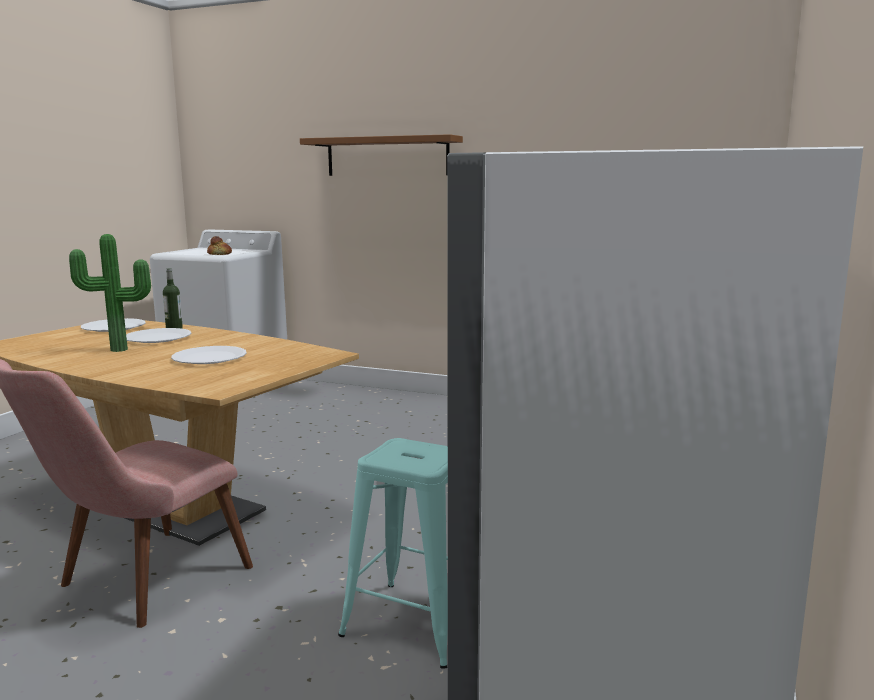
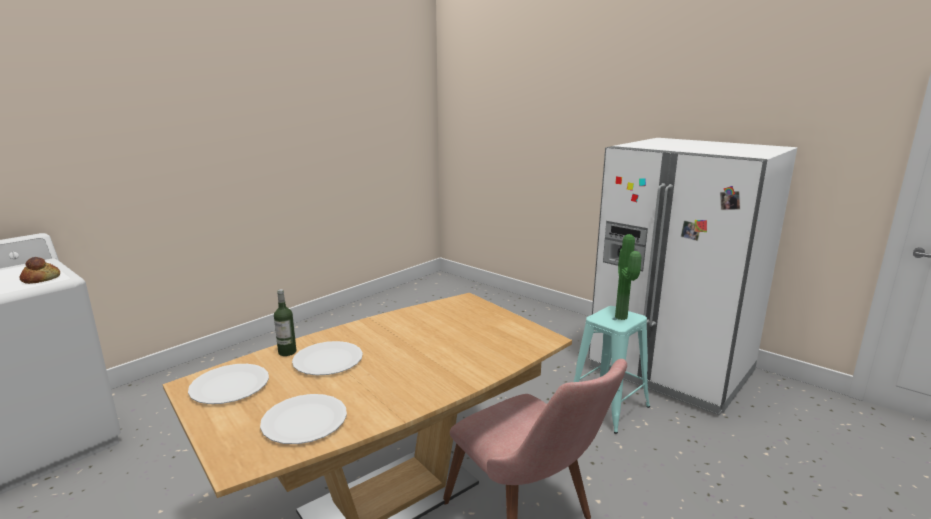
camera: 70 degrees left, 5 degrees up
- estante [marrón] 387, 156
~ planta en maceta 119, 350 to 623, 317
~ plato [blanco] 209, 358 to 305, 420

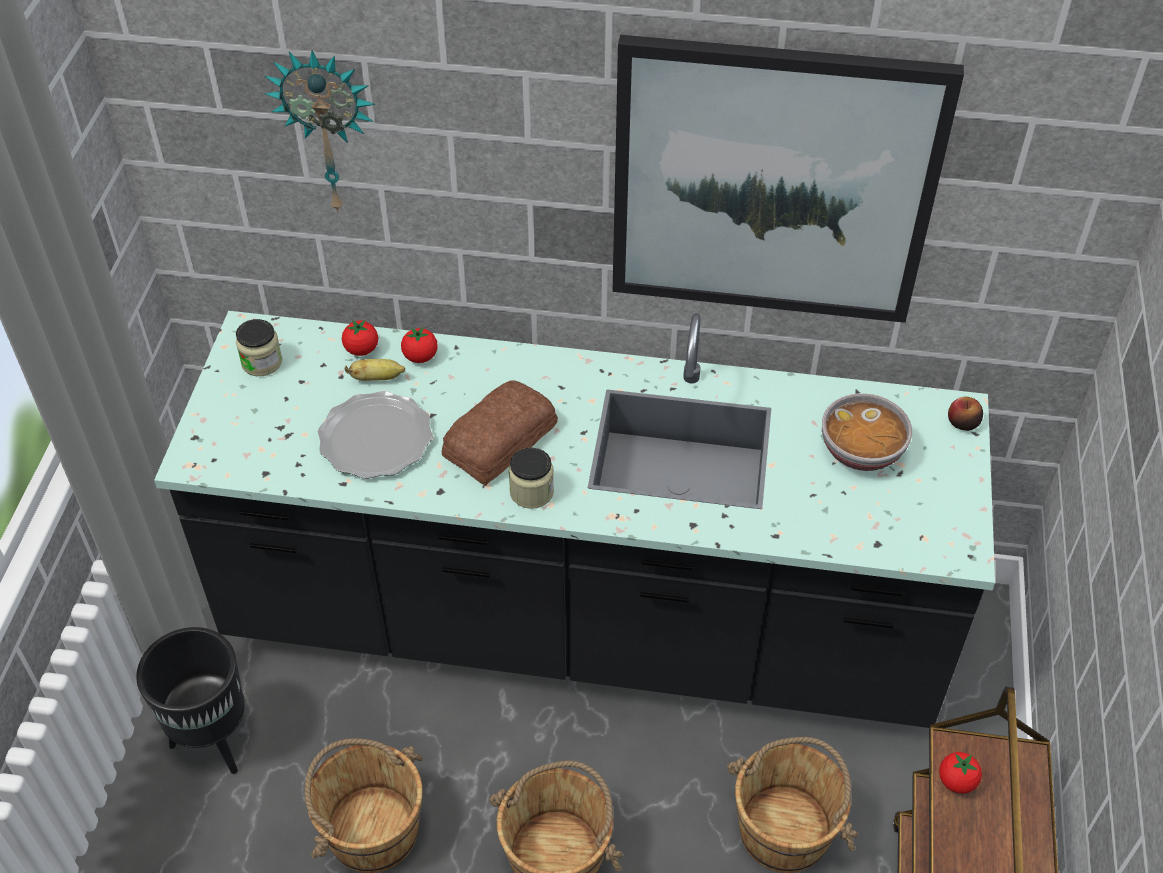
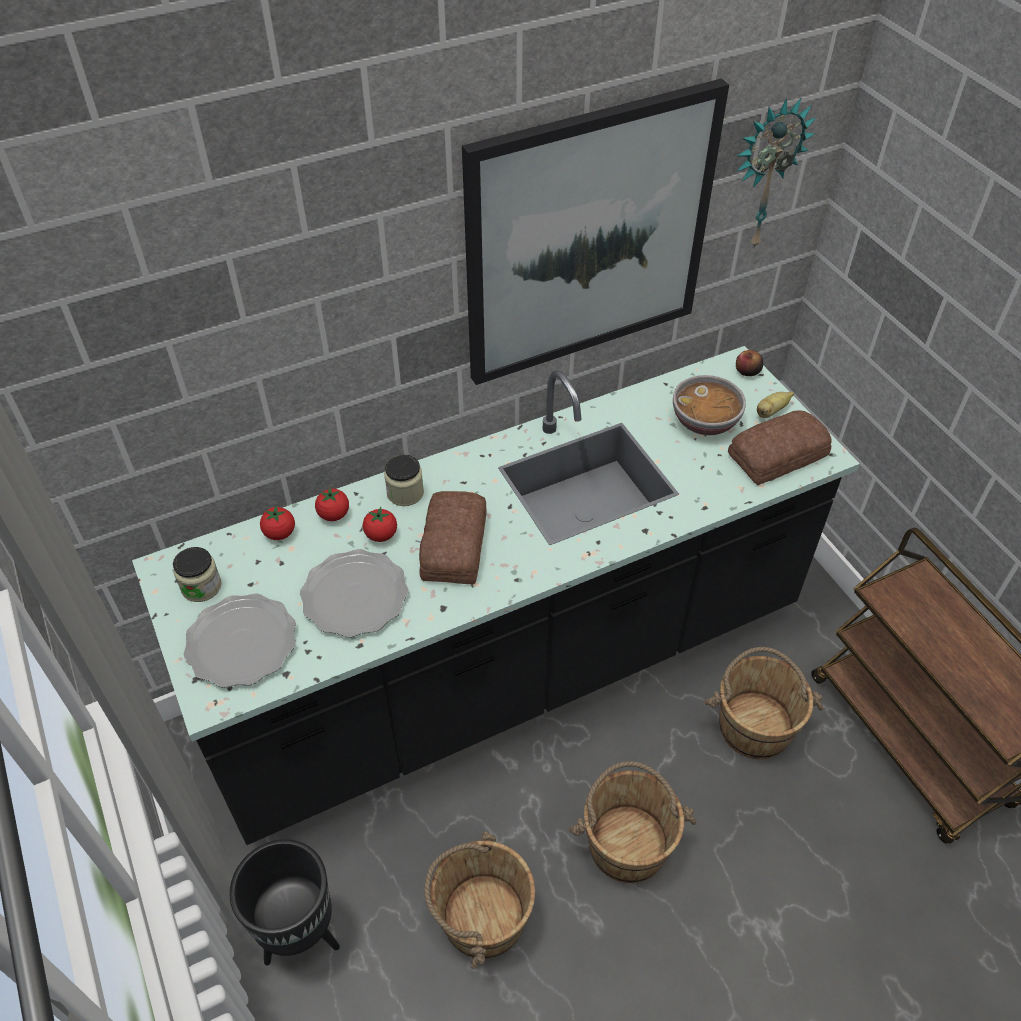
camera: 35 degrees left, 0 degrees up
~ reloj de pared 327, 130 to 764, 175
~ plátano 377, 378 to 771, 411
~ tarro 531, 492 to 405, 493
~ tomate 956, 781 to 381, 535
+ pan 780, 456
+ plato 242, 642

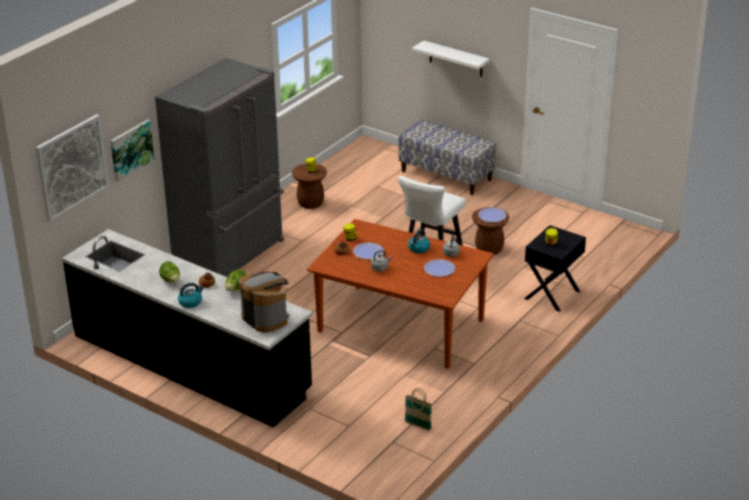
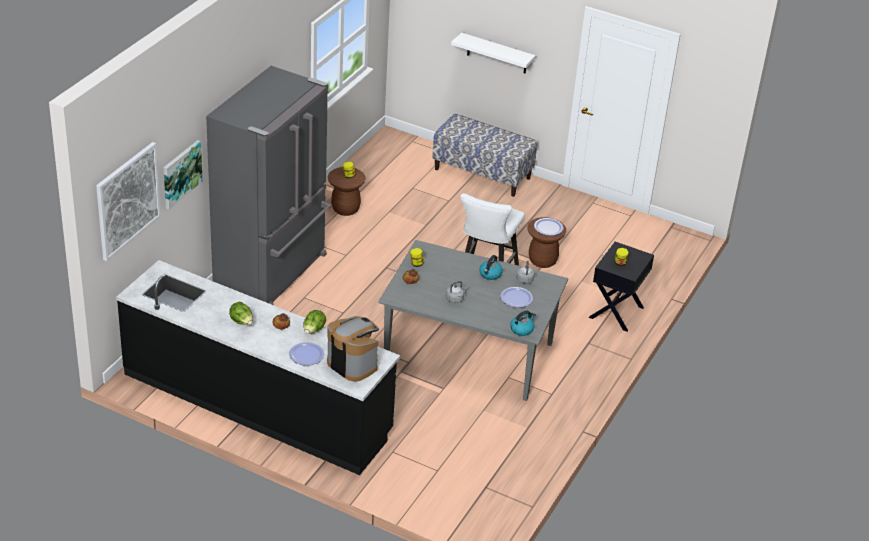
camera: 10 degrees left, 5 degrees up
~ mesa de comedor [marrón] 400, 326 to mesa de comedor [gris] 468, 353
~ plato 368, 252 to 306, 355
~ hervidor 190, 302 to 522, 329
- cesta 418, 425

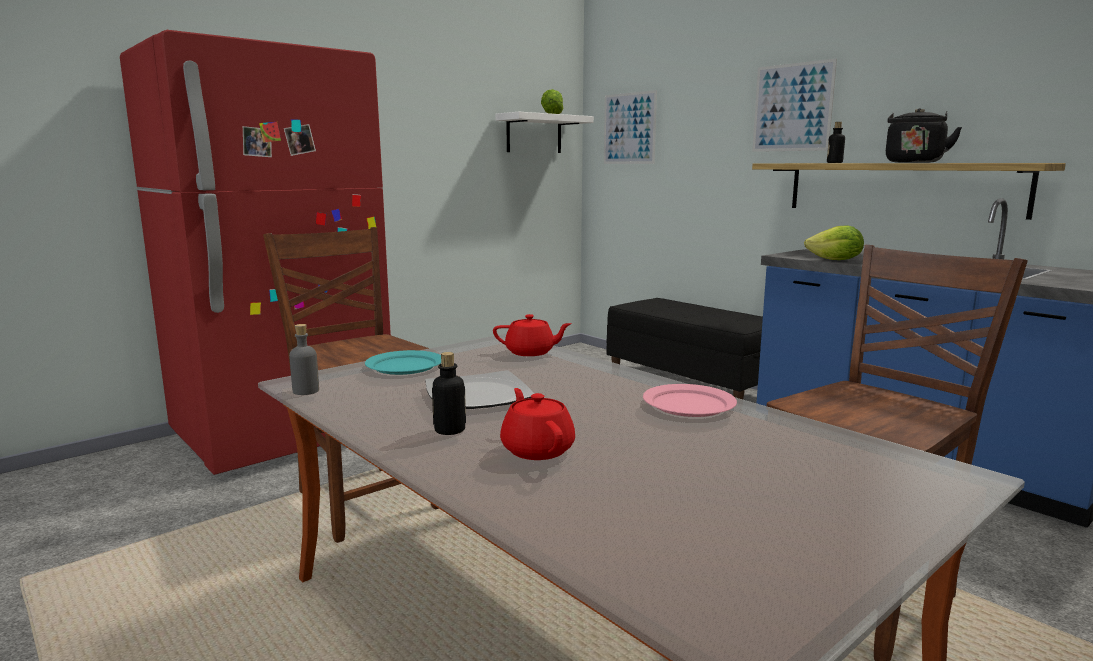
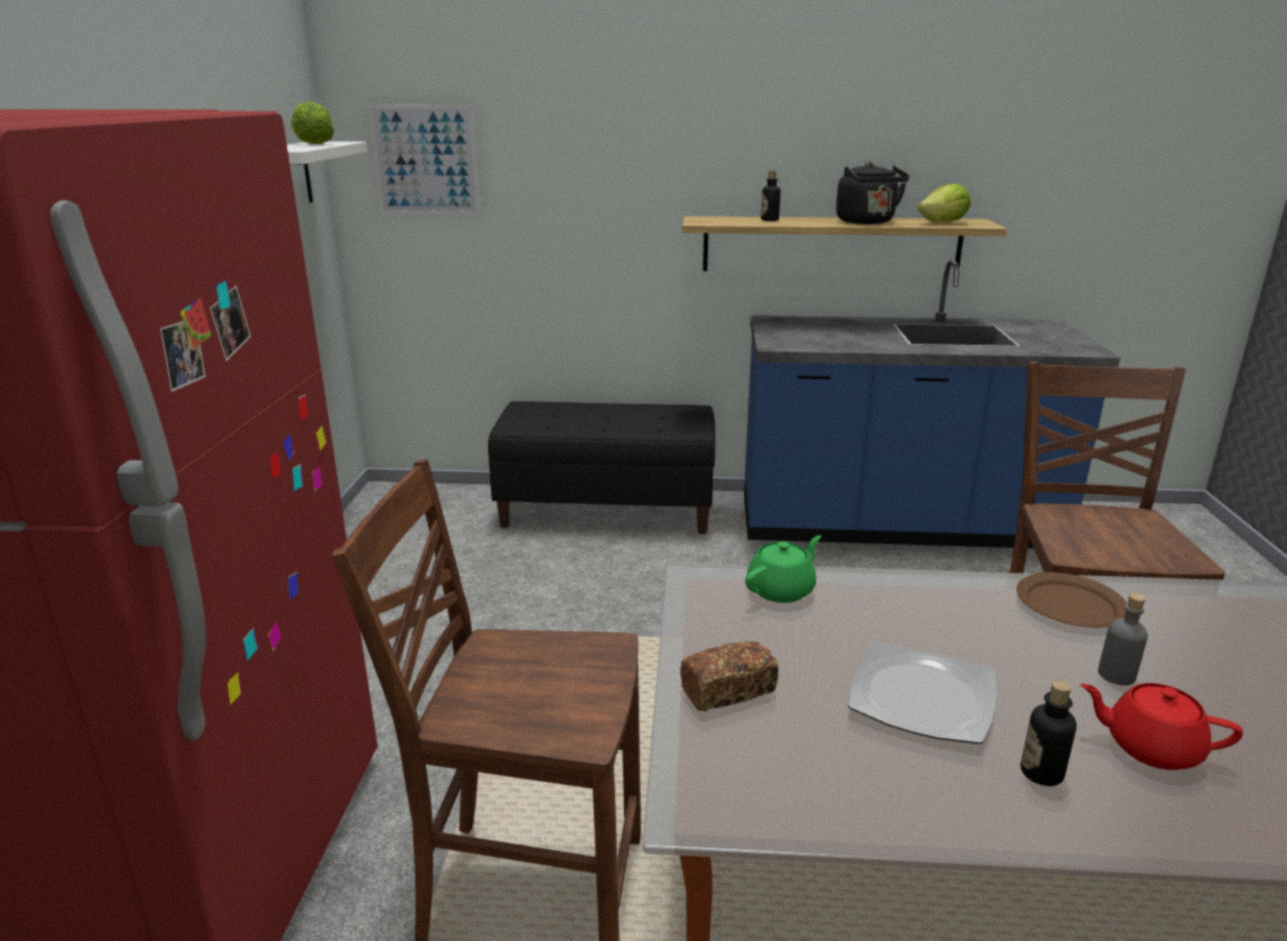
camera: 45 degrees left, 10 degrees up
- cuadro 792, 107
~ lechuga 835, 260 to 943, 223
~ tetera [rojo] 531, 352 to tetera [verde] 781, 590
~ botella [gris] 306, 391 to 1116, 675
~ plato [turquesa] 405, 366 to pan 728, 690
~ plato [rosa] 688, 404 to plato [marrón] 1070, 605

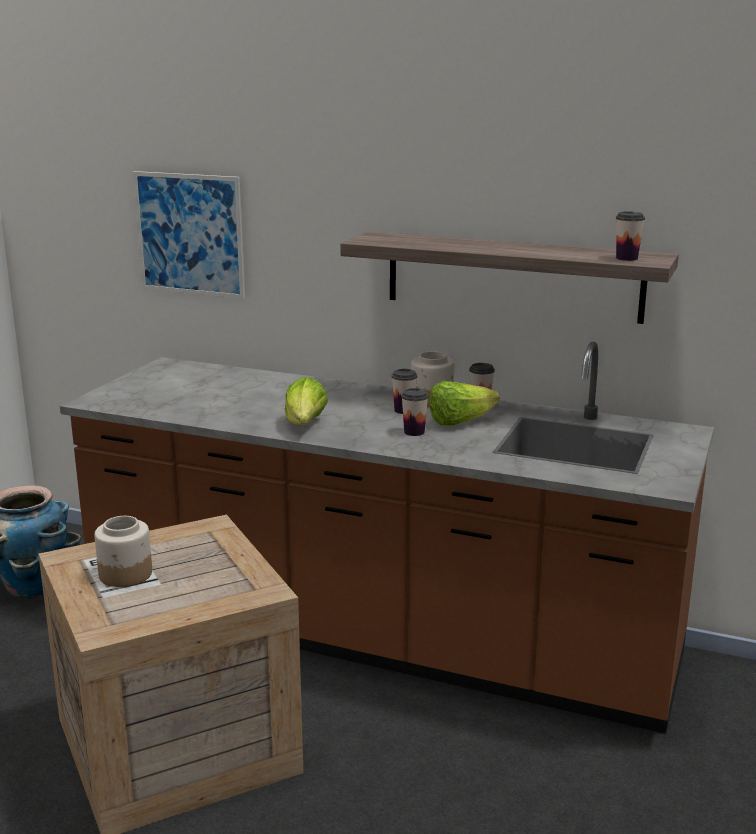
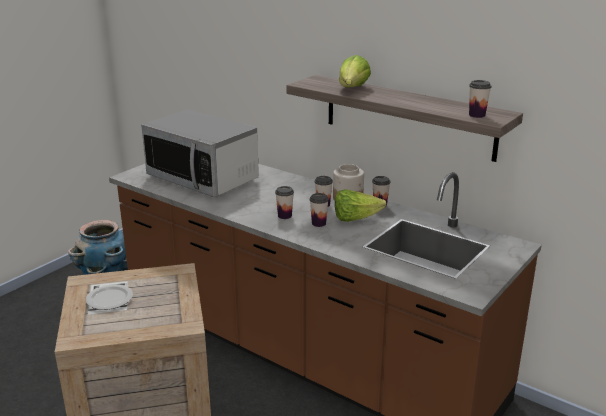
camera: 15 degrees right, 5 degrees up
- cuadro 189, 234
~ lechuga 305, 425 to 352, 89
~ tarro 126, 574 to plato 109, 299
+ microondas 203, 178
+ taza 284, 216

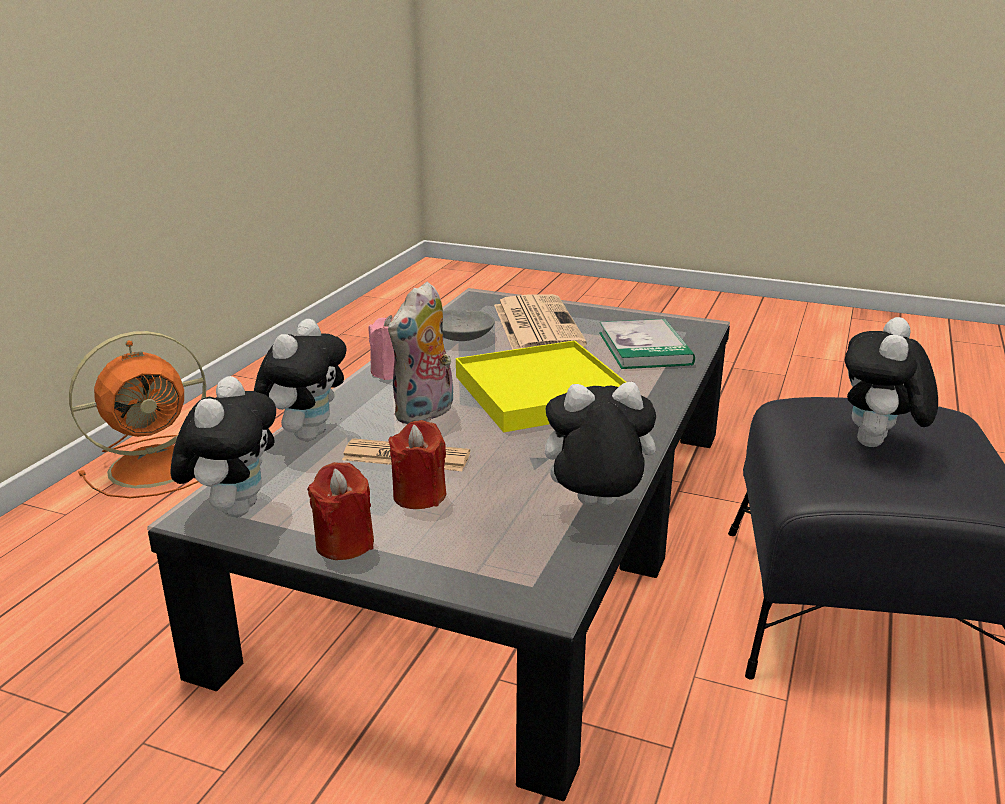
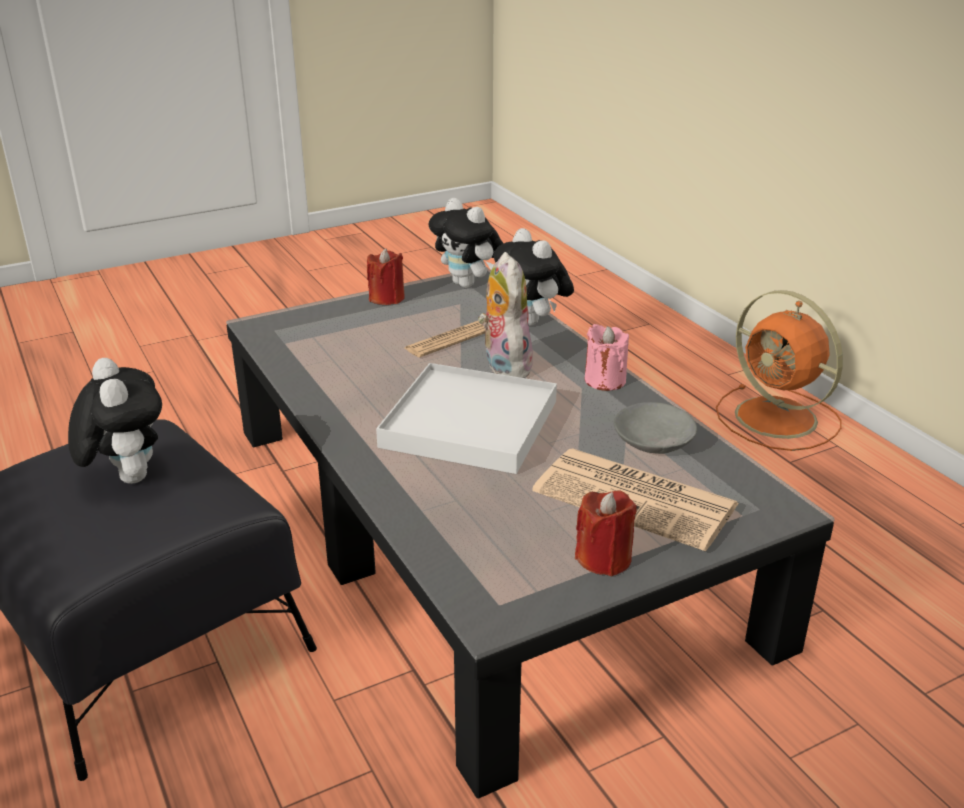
camera: 130 degrees right, 5 degrees up
- libro 644, 348
~ ventilador [naranja] 157, 466 = 779, 419 45 degrees counterclockwise
~ bandeja [amarillo] 542, 392 to bandeja [blanco] 469, 424
- peluche 594, 507
~ vela [rojo] 419, 495 to 604, 558

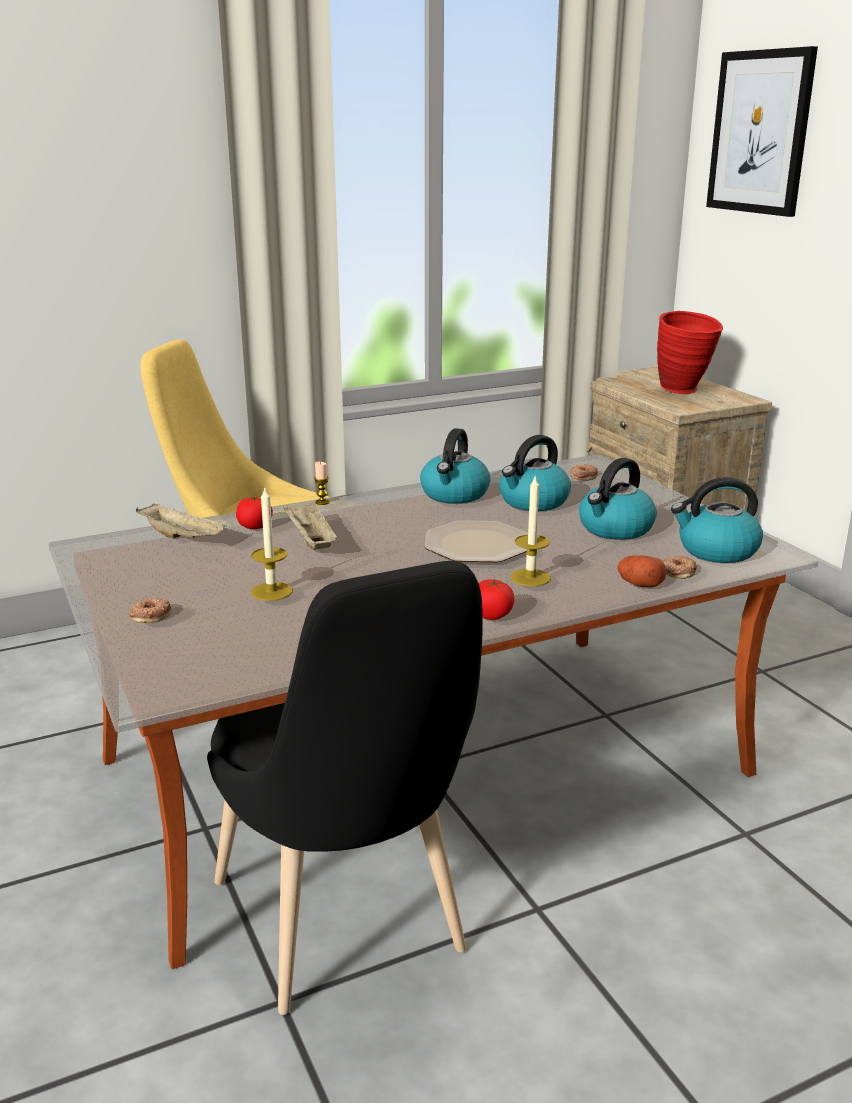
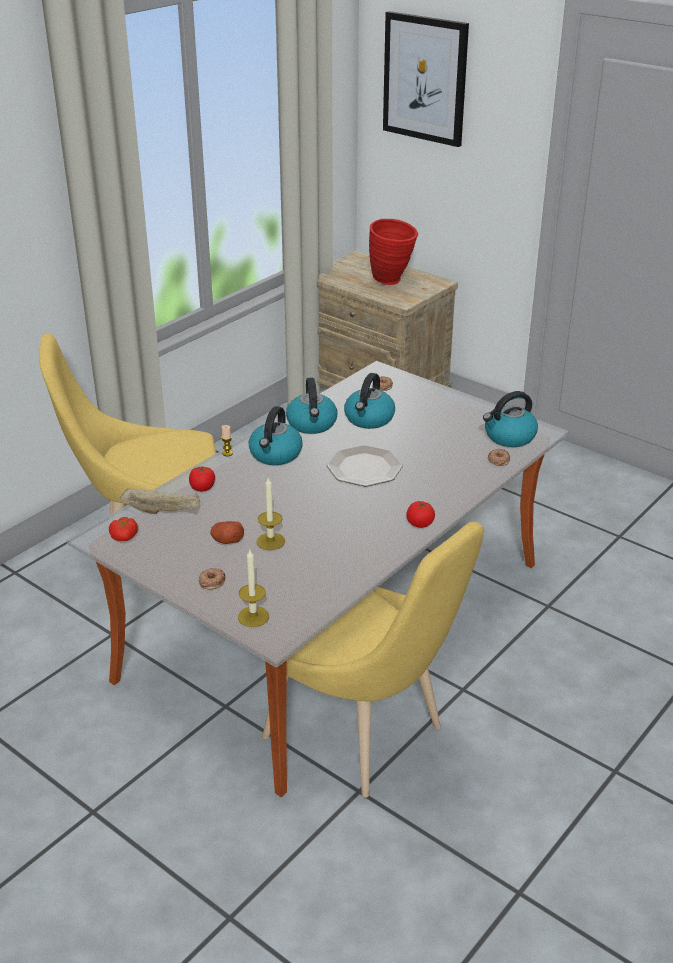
camera: 25 degrees left, 10 degrees up
~ hervidor 615, 529 to 275, 455
~ vela 530, 578 to 253, 616
- bandeja [beis] 311, 541
~ patata 639, 584 to 227, 540
~ silla [negro] 346, 927 to silla [amarillo] 364, 737
+ tomate 124, 537

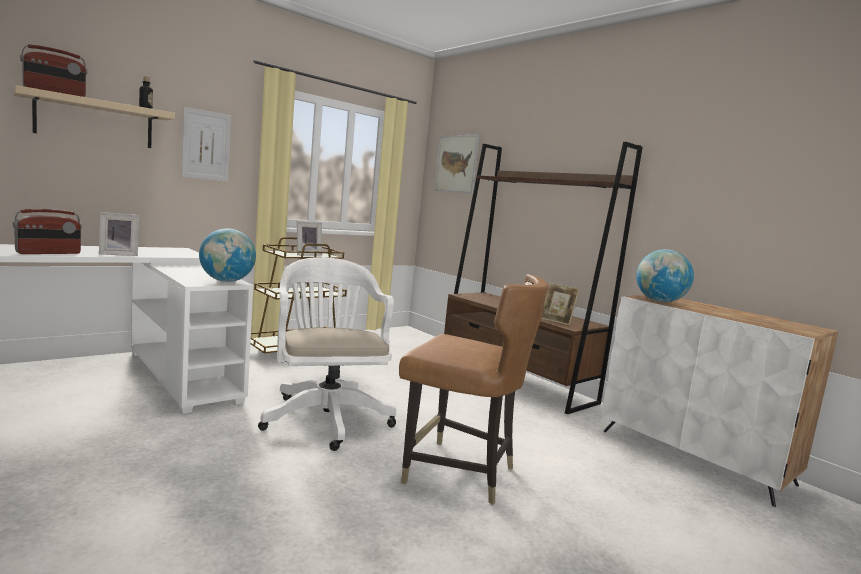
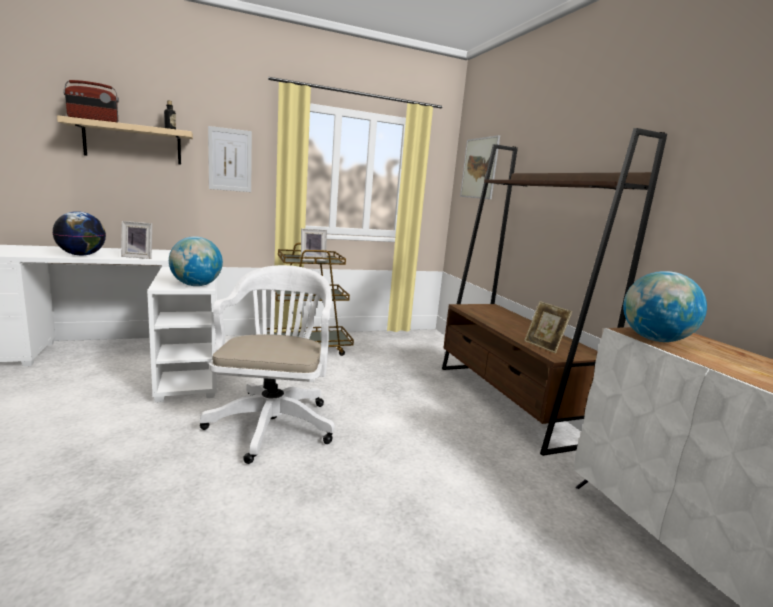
camera: 20 degrees right, 5 degrees up
~ radio 49, 253 to globo terráqueo 82, 255
- silla [marrón] 459, 473

